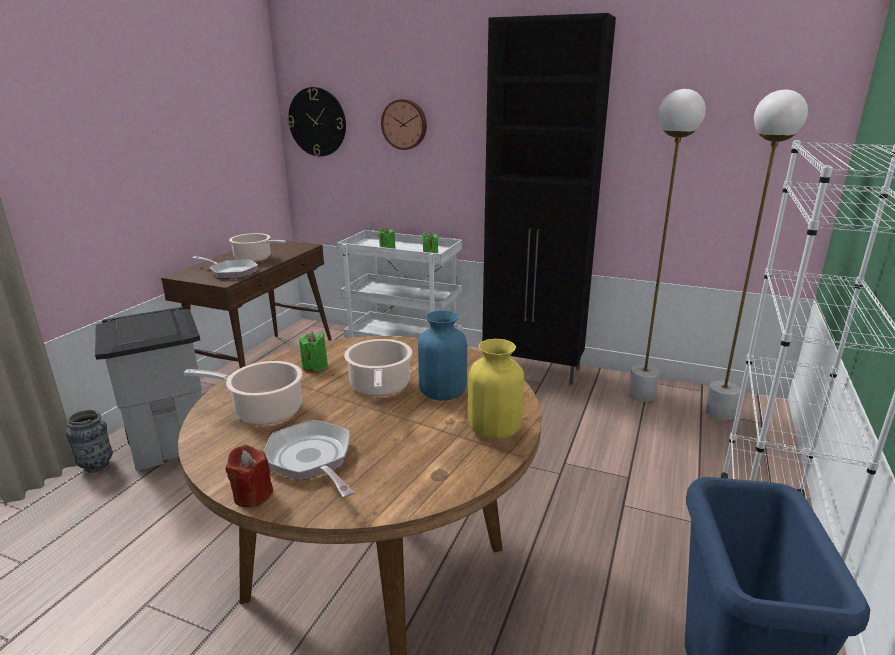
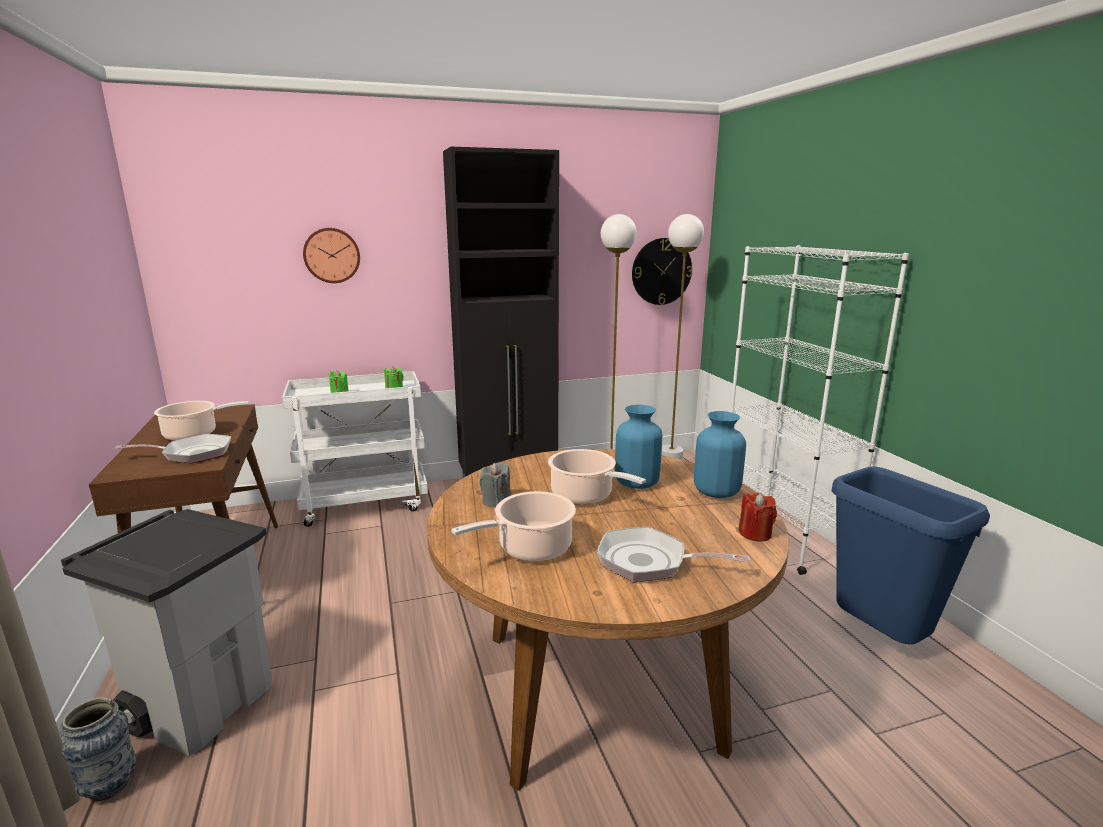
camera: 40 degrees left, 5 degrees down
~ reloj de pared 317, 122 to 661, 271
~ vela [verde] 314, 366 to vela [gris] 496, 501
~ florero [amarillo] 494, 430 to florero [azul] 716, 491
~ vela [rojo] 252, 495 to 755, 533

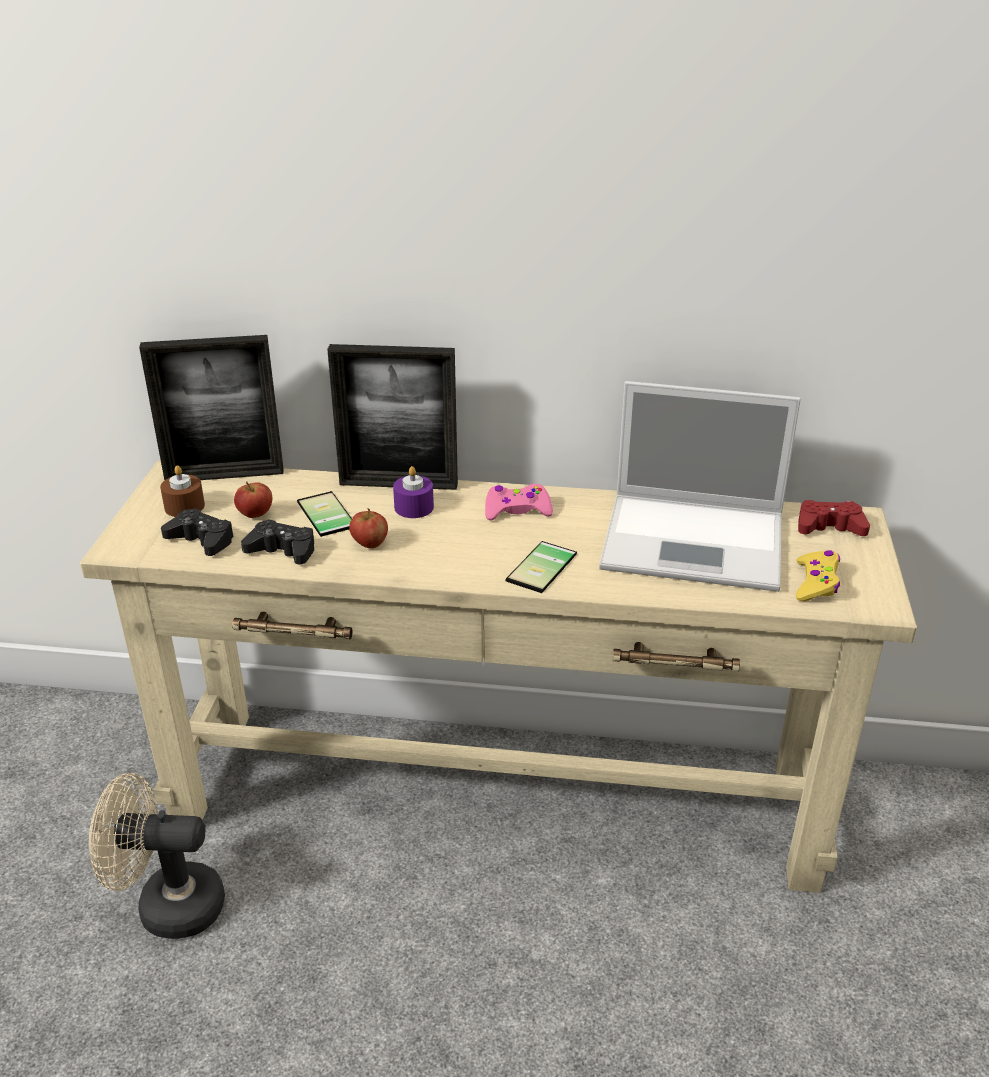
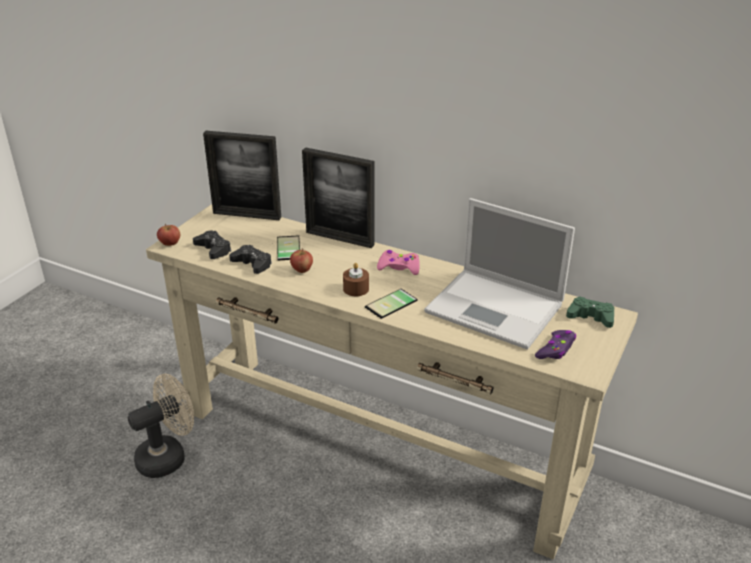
camera: 20 degrees right, 0 degrees up
~ vela [marrón] 184, 506 to 356, 289
- vela [morado] 414, 507
~ manzana 255, 514 to 170, 244
~ mando de consola [rojo] 829, 527 to mando de consola [verde] 591, 317
~ mando de consola [amarillo] 816, 583 to mando de consola [morado] 556, 349
~ ventilador [beis] 167, 906 = 168, 456 120 degrees clockwise

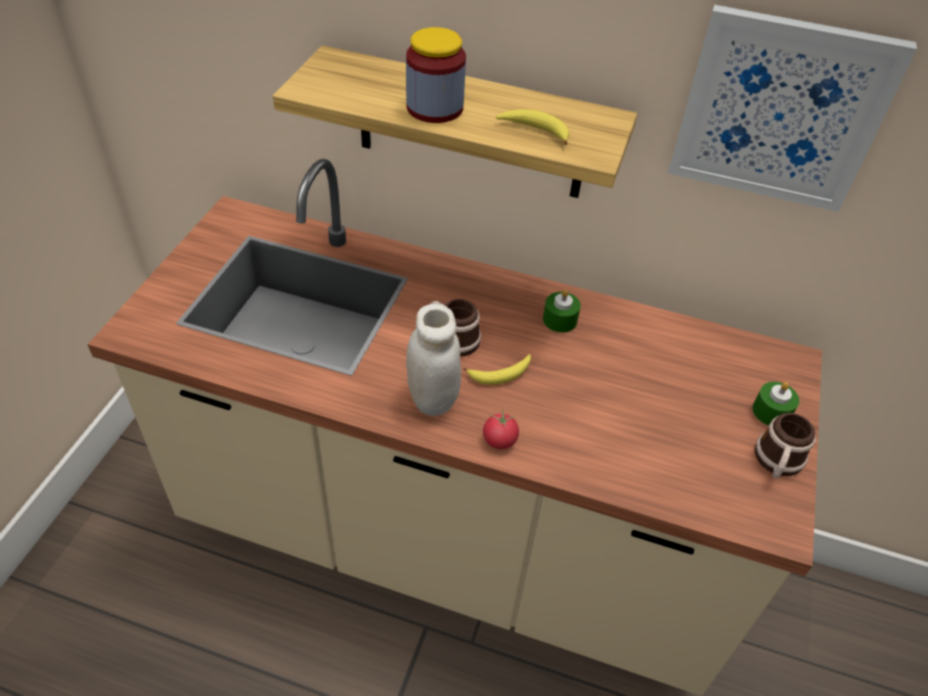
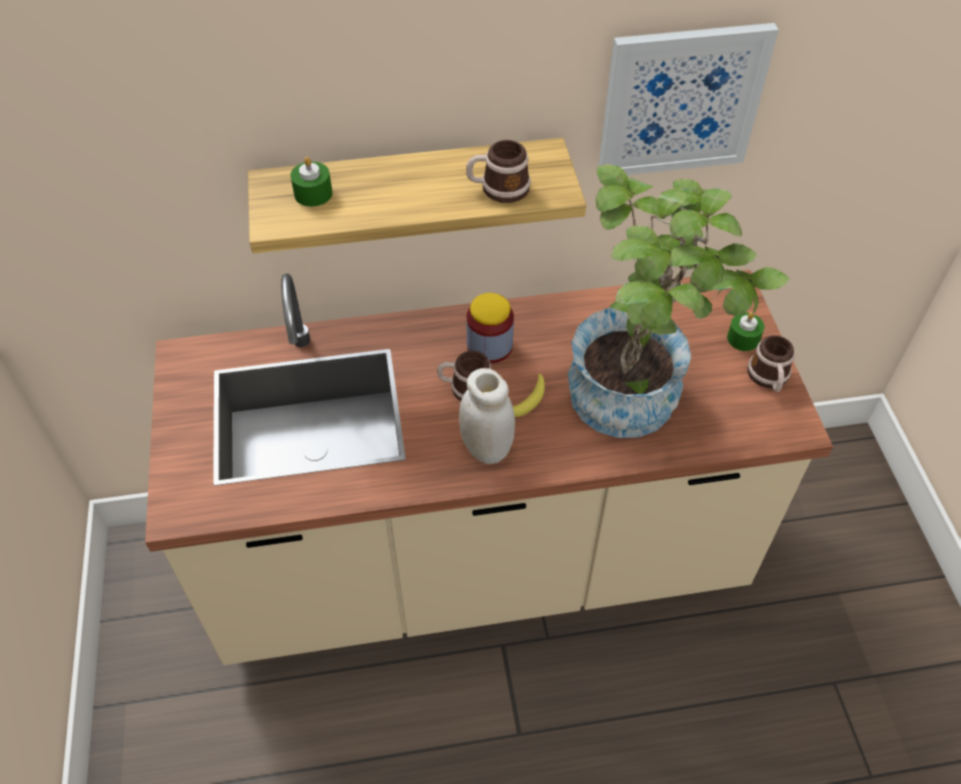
camera: 25 degrees left, 5 degrees up
~ tarro 434, 108 to 489, 346
~ plátano 535, 131 to taza grande 498, 189
~ vela [verde] 560, 320 to 313, 193
- tomate 499, 440
+ planta en maceta 640, 395

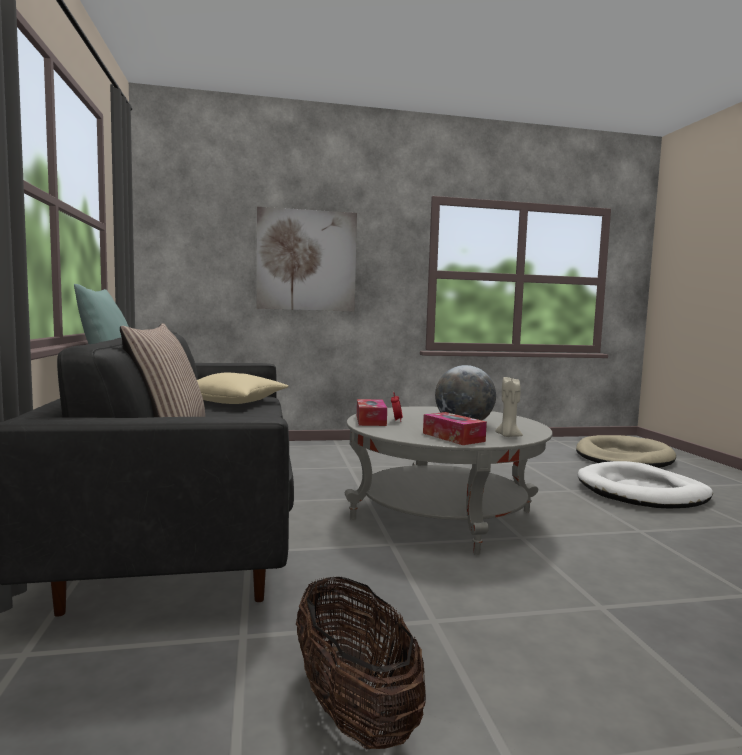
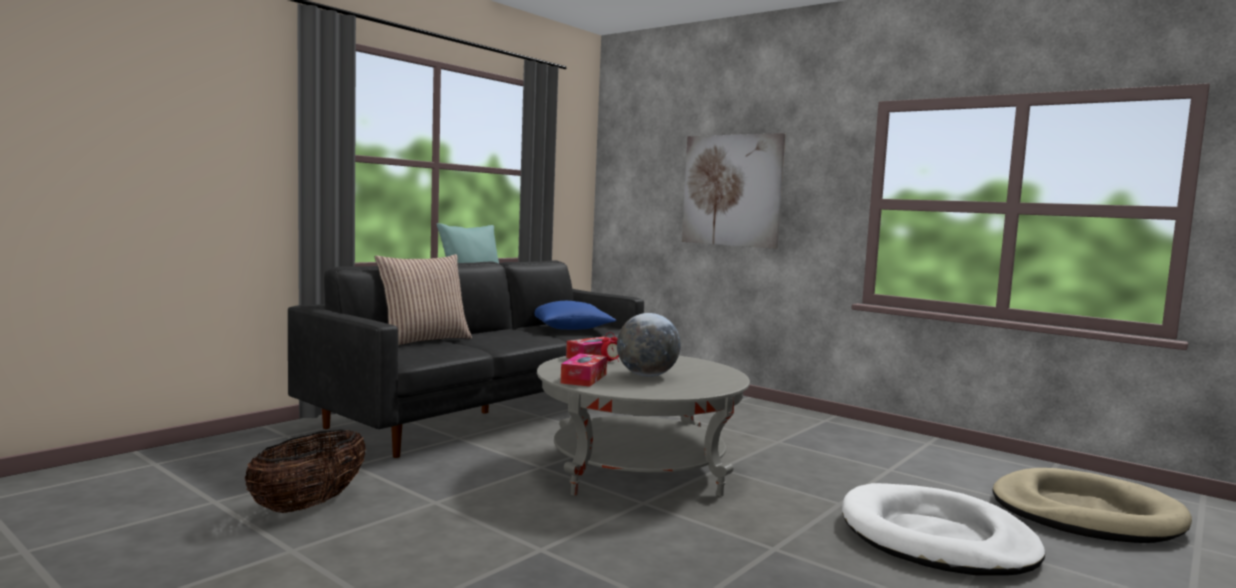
camera: 50 degrees right, 0 degrees up
~ cojín [beis] 234, 402 to cojín [azul] 570, 328
- vela [beis] 508, 436

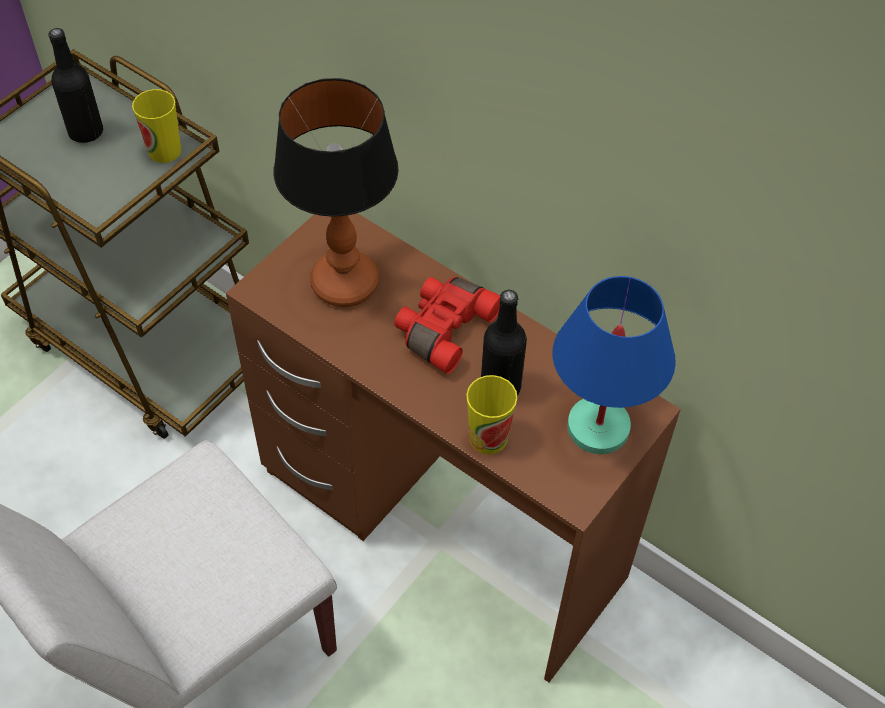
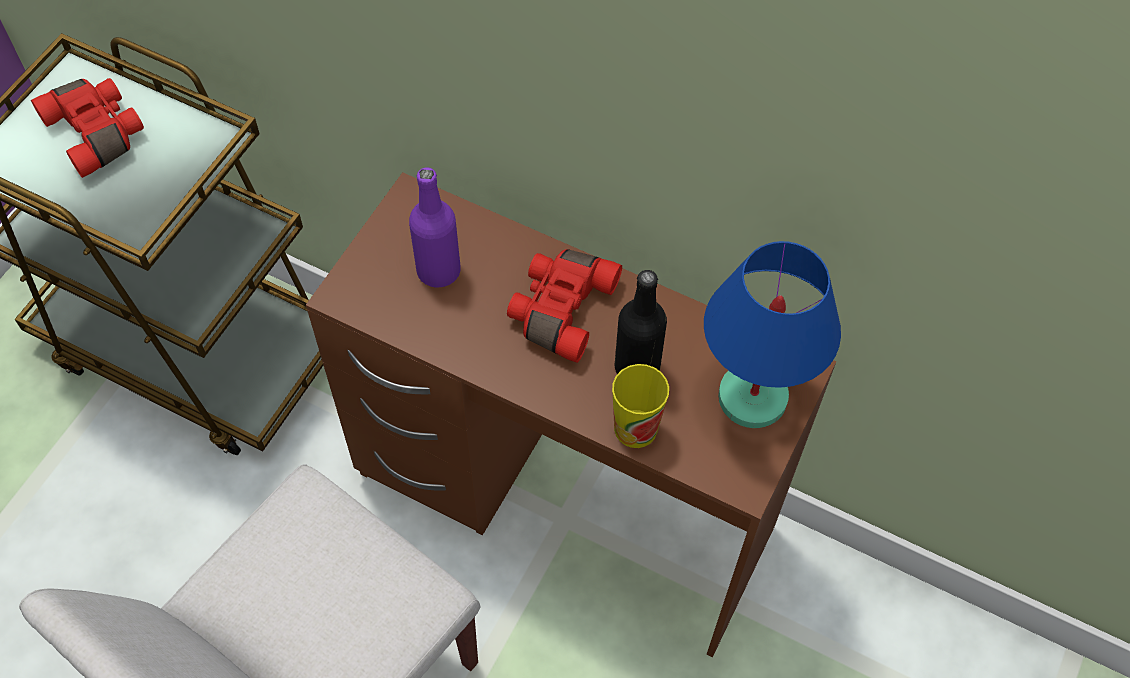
camera: 10 degrees left, 5 degrees up
~ botella [negro] 86, 132 to prismáticos [rojo] 98, 132
~ lámpara de mesa 345, 282 to botella [morado] 438, 271
- taza 164, 151

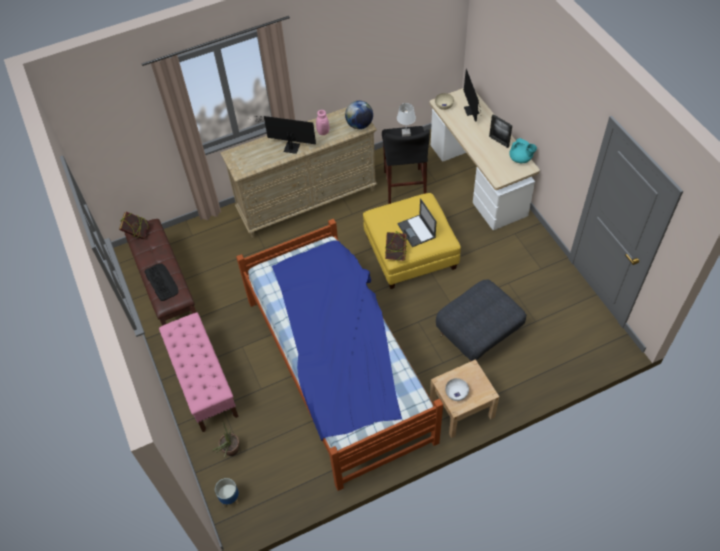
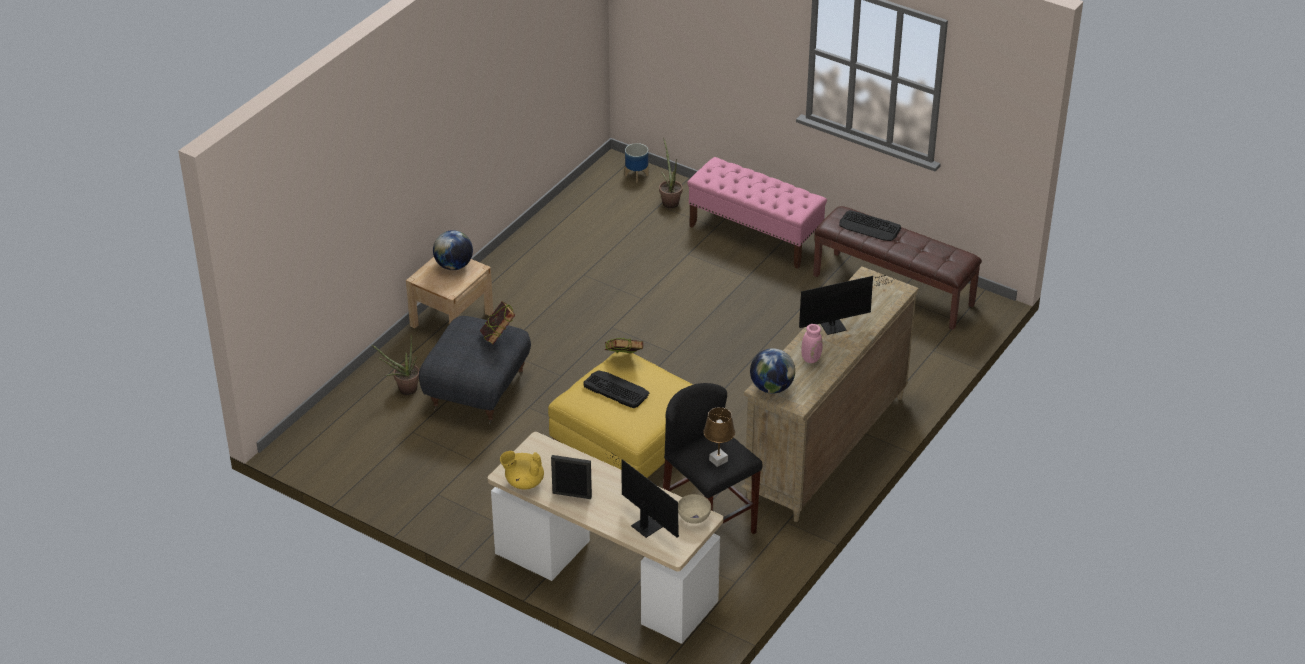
camera: 145 degrees right, 15 degrees down
~ lámpara de mesa [blanco] 406, 135 to lámpara de mesa [marrón] 718, 460
~ tetera [turquesa] 520, 159 to tetera [amarillo] 523, 482
~ portátil 417, 231 to teclado 616, 389
~ libro 137, 233 to 498, 337
- cama 339, 368
~ cuenco [blanco] 456, 393 to globo terráqueo 454, 266
+ planta en maceta 403, 390

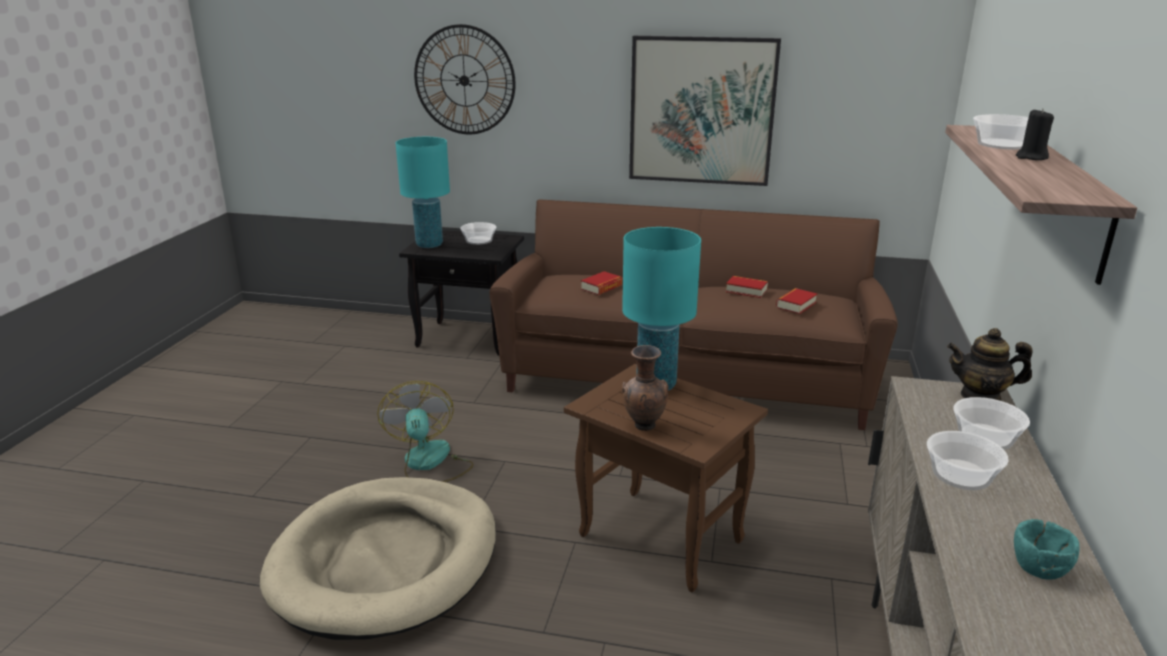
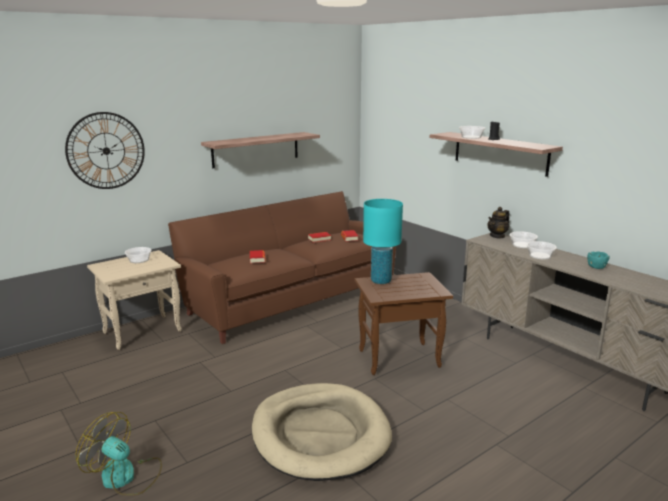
camera: 50 degrees left, 5 degrees down
~ cuadro 701, 111 to estante 256, 149
- lámpara de mesa [turquesa] 429, 245
~ mesa auxiliar [negro] 470, 338 to mesa auxiliar [beis] 143, 331
- florero [marrón] 643, 427
~ ventilador 429, 463 to 125, 477

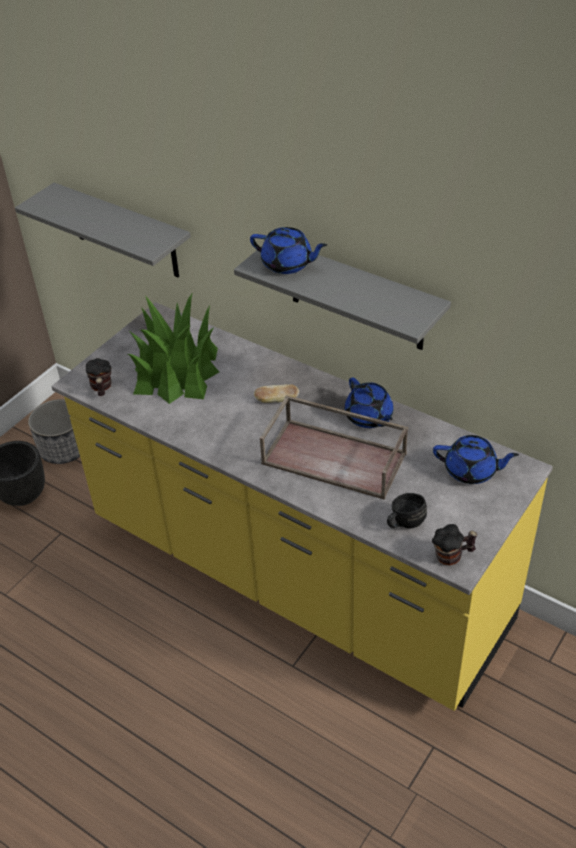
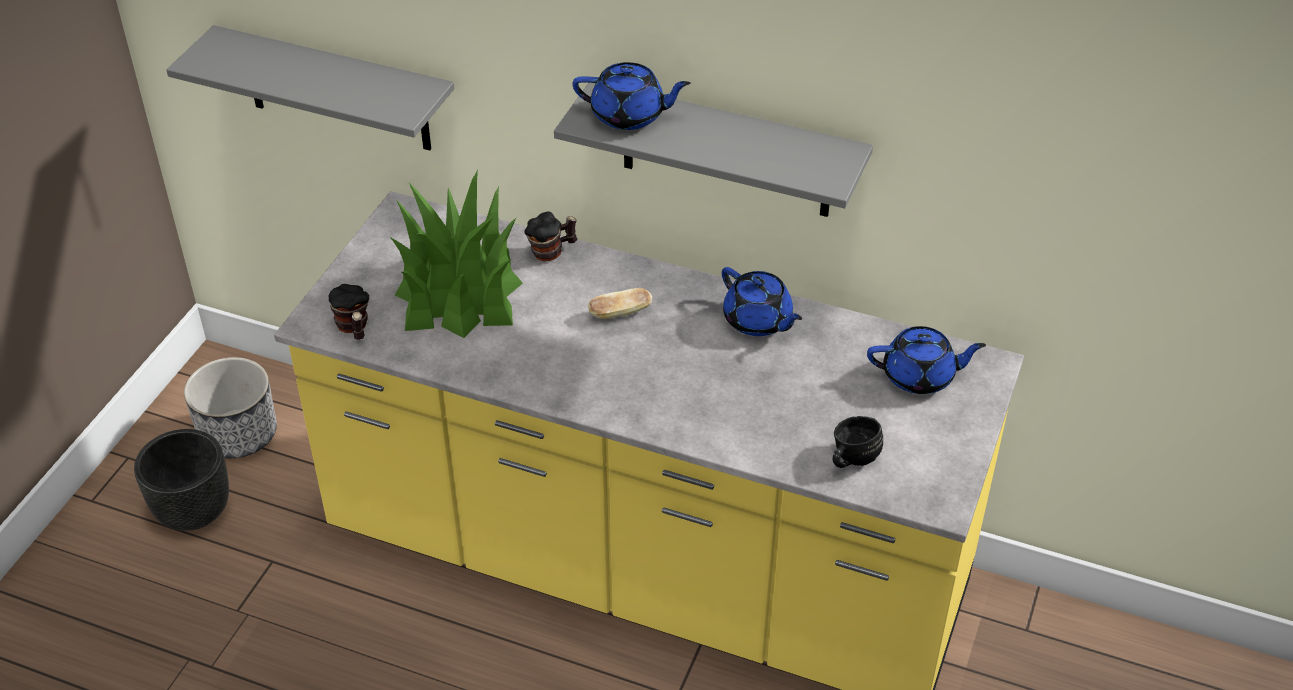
camera: 15 degrees left, 0 degrees up
- bandeja [marrón] 336, 458
~ taza grande 452, 556 to 552, 251

